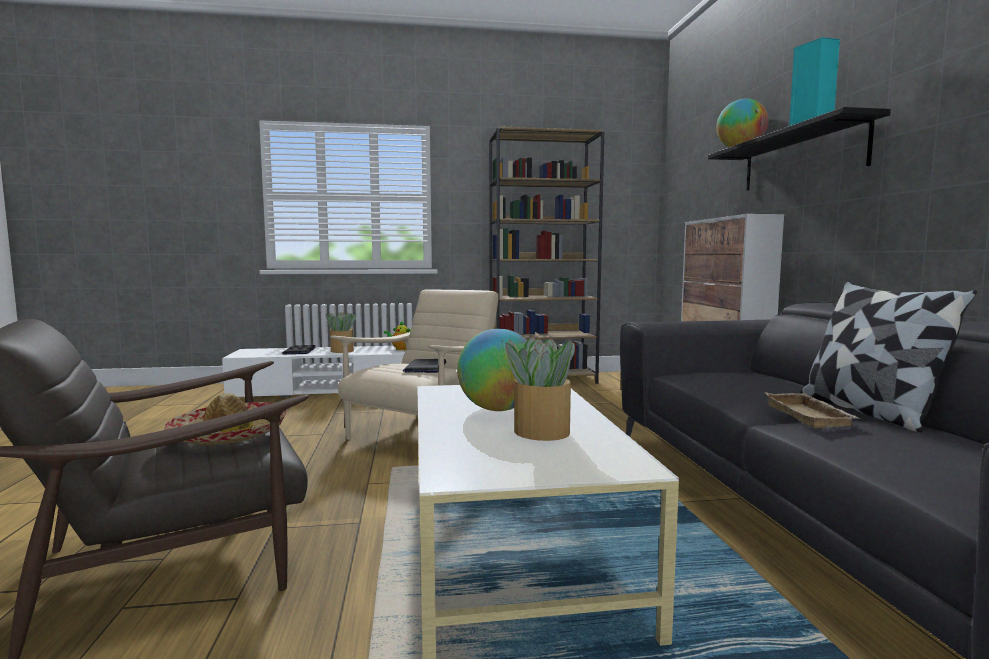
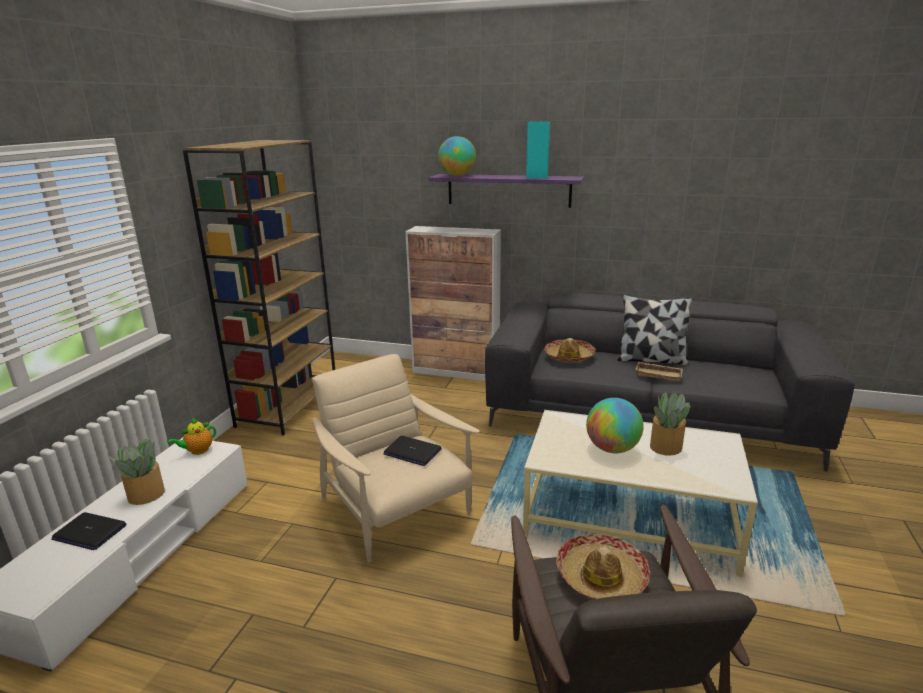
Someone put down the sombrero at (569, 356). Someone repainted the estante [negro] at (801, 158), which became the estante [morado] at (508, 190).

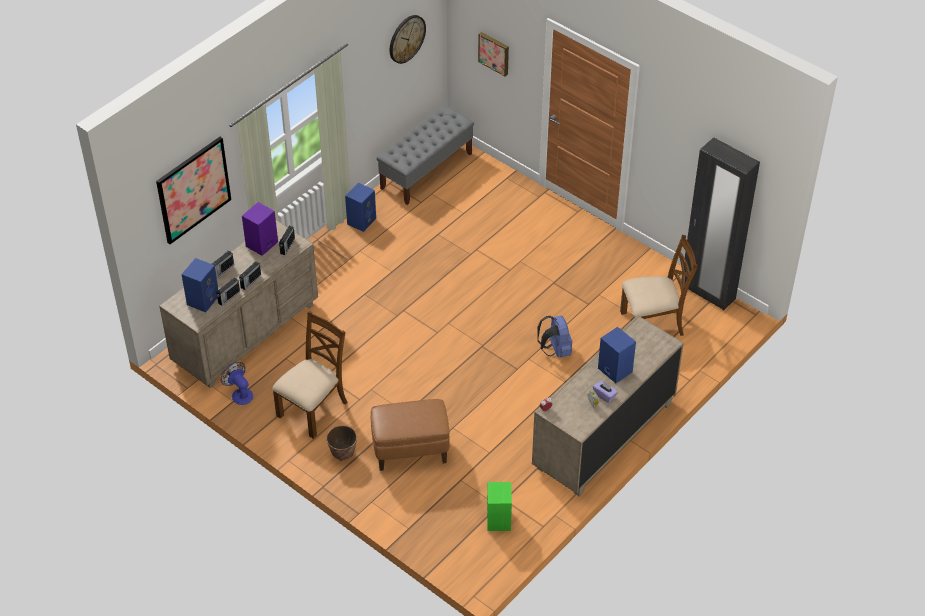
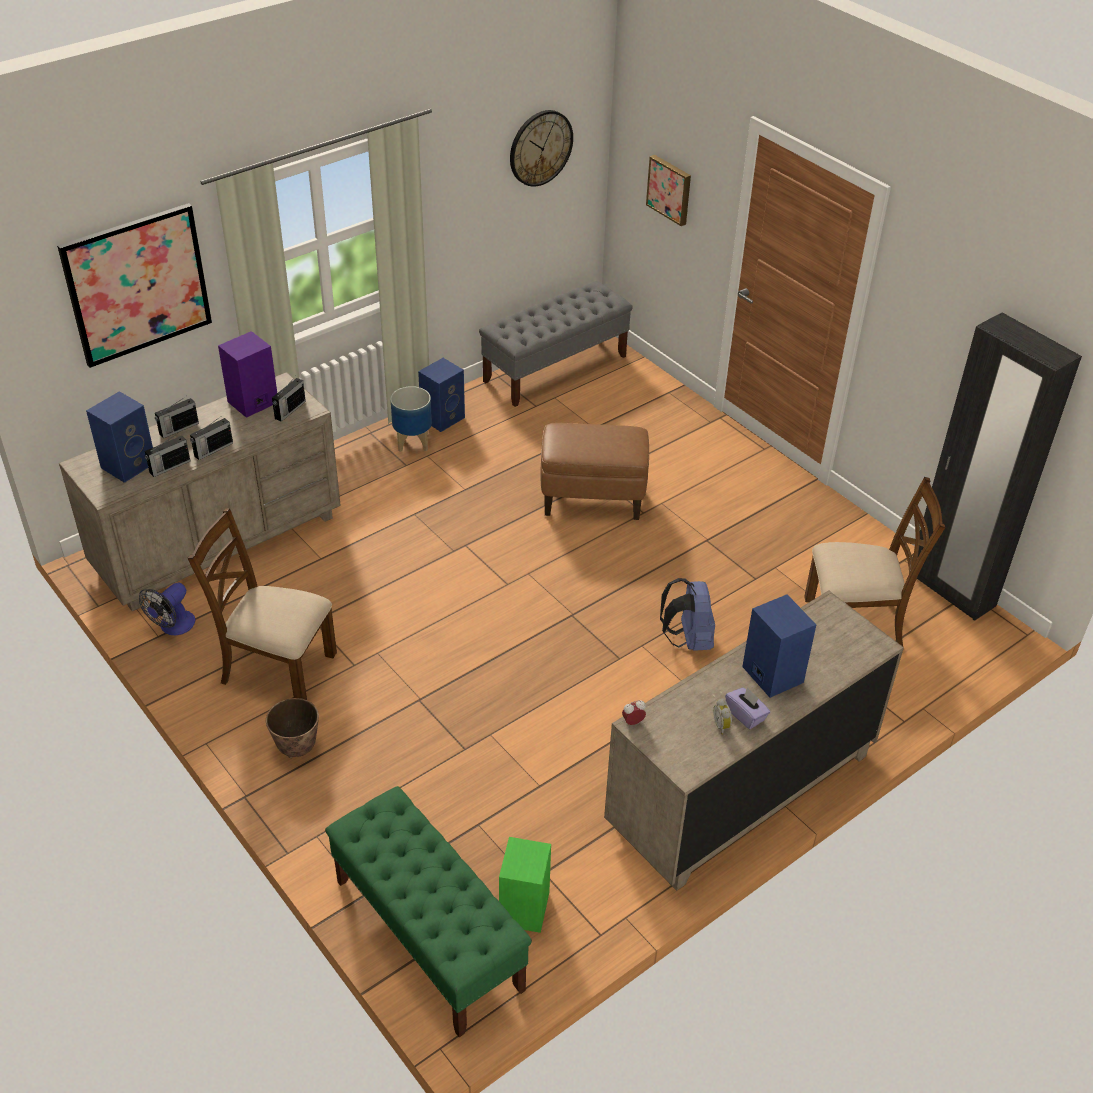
Someone put down the banco [verde] at (428, 934). Someone put down the maceta at (413, 442). Someone carried the puf [marrón] from (411, 451) to (593, 500). Someone rotated the ventilador at (240, 394) by 120 degrees counterclockwise. Someone rotated the silla [marrón] at (313, 409) by 120 degrees counterclockwise.

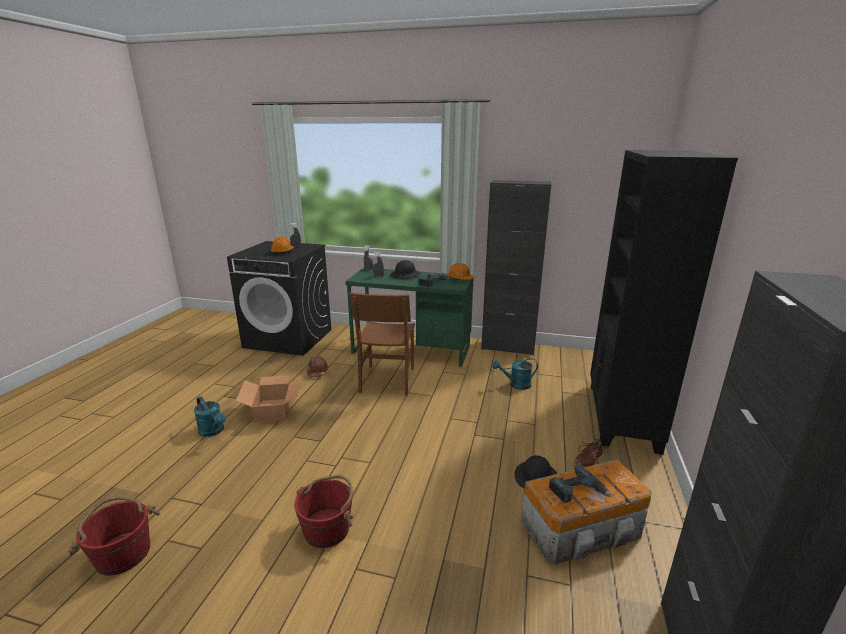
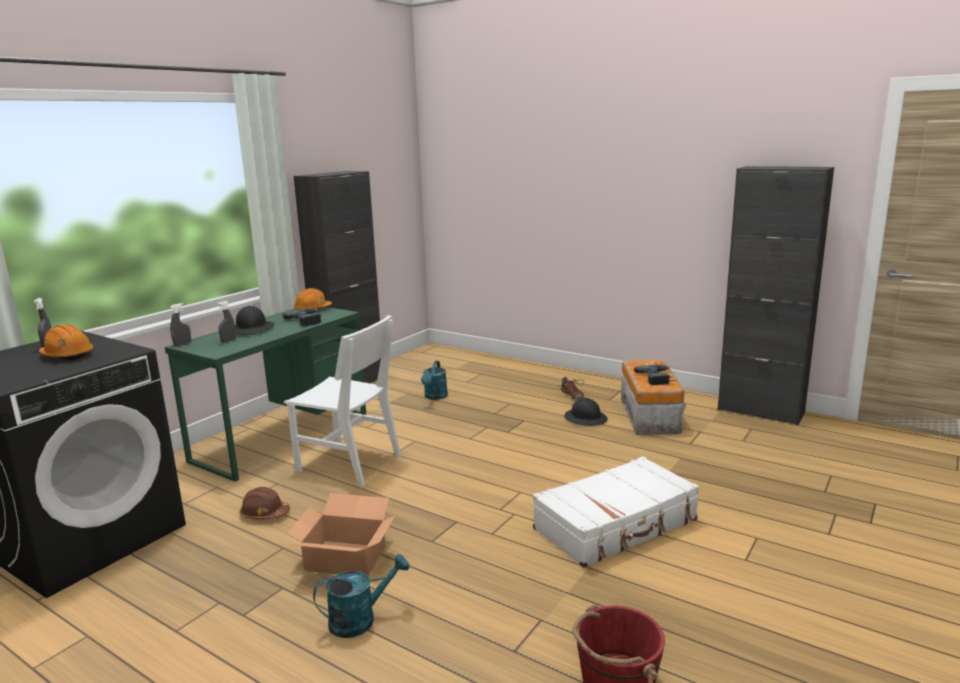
Someone took away the estantería [negro] at (621, 416). Someone swapped the cubo [rojo] at (327, 529) for the maleta [blanco] at (616, 525). Someone repainted the silla [marrón] at (387, 380), which became the silla [blanco] at (348, 463).

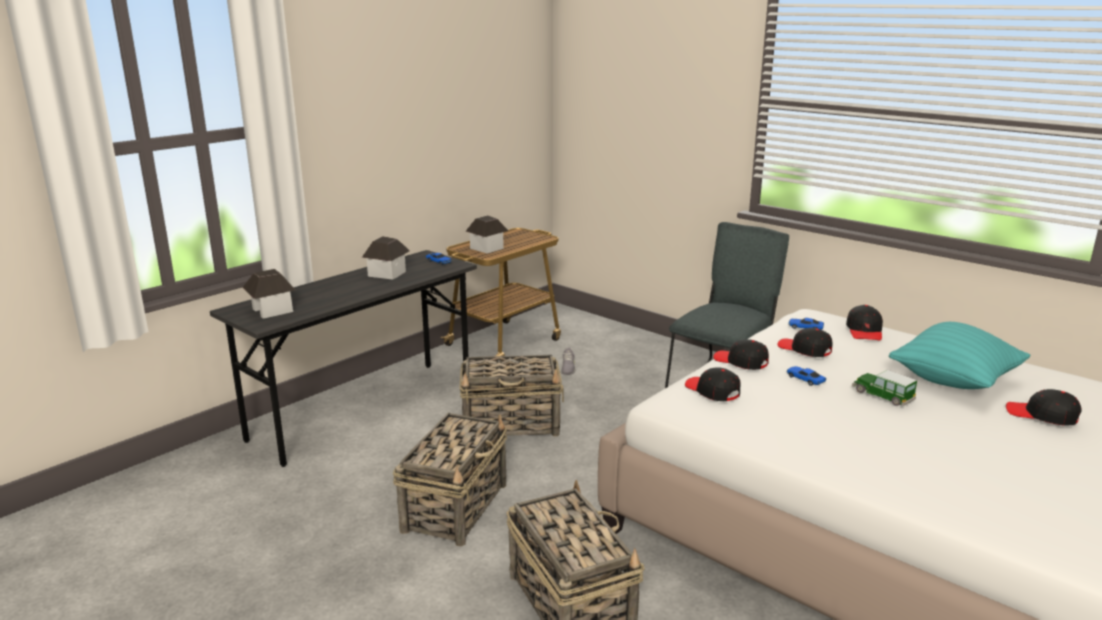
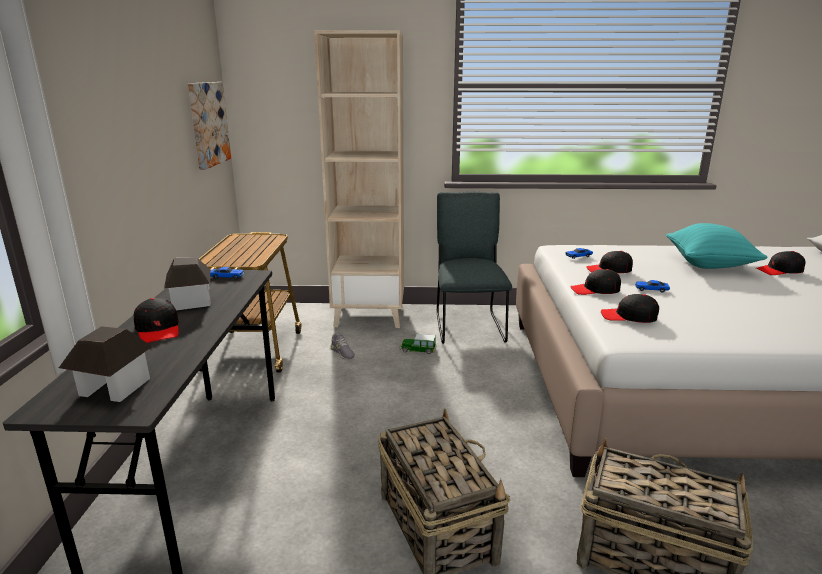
Someone took away the cesta at (512, 424). Someone took away the casita at (487, 248). Someone put up the cuadro at (208, 124). Someone put down the estantería [beis] at (370, 316). Someone carried the gorra [negro] from (864, 331) to (158, 329). Someone carried the coche de juguete from (882, 395) to (417, 350).

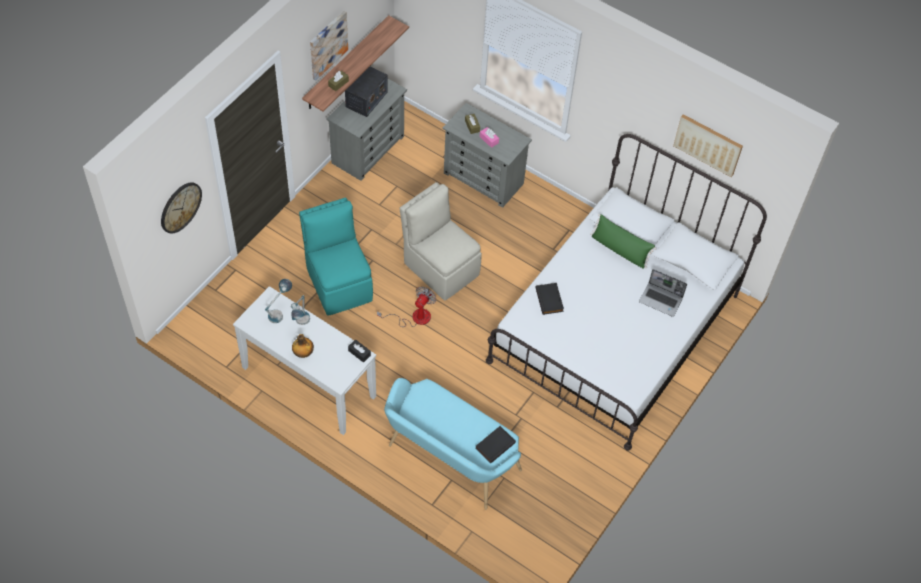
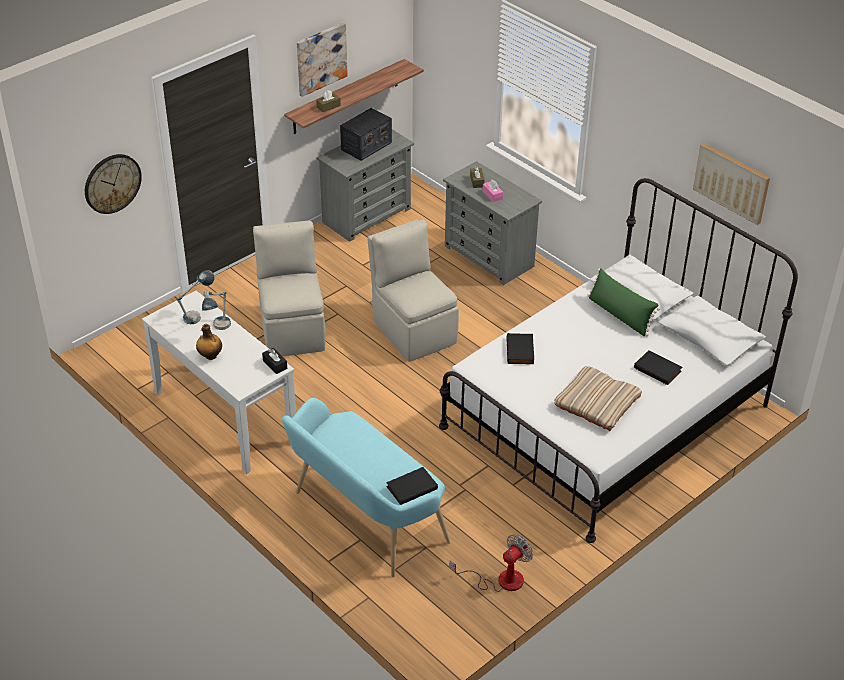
Someone put down the cojín [beis] at (597, 402). Someone carried the ventilador from (414, 317) to (500, 580). Someone swapped the portátil at (661, 300) for the libro [negro] at (658, 369). Someone repainted the silla [turquesa] at (339, 282), which became the silla [beis] at (292, 329).

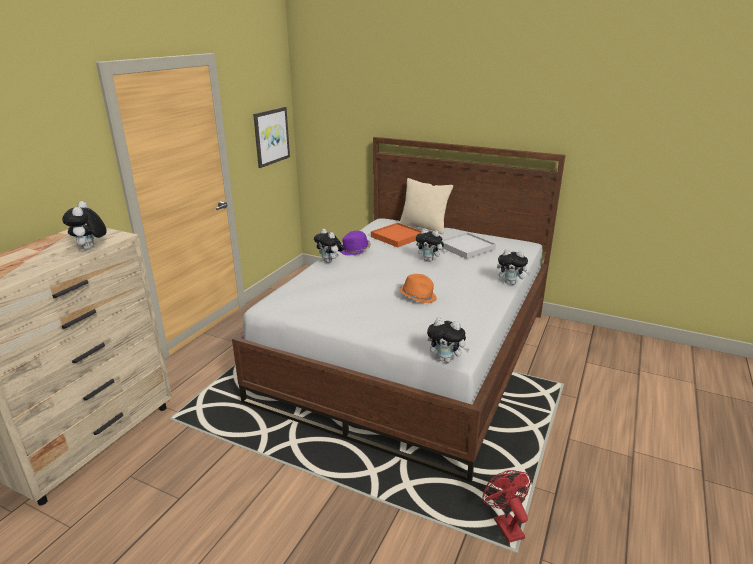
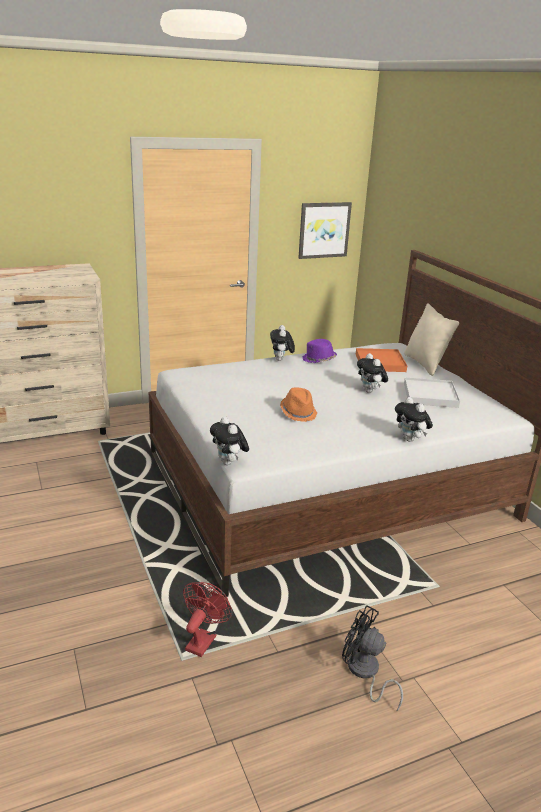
Someone took away the peluche at (90, 249). Someone put down the ventilador [negro] at (365, 673).

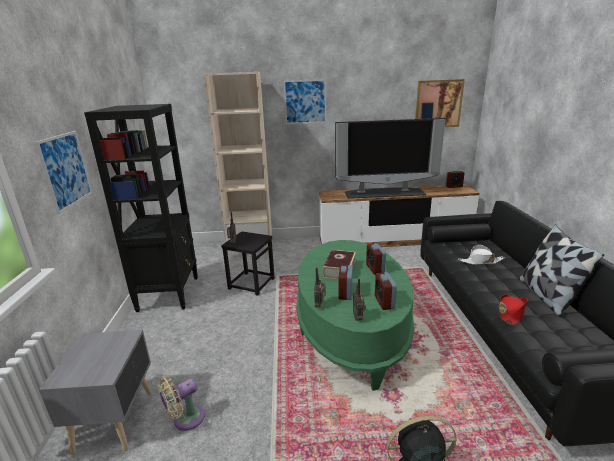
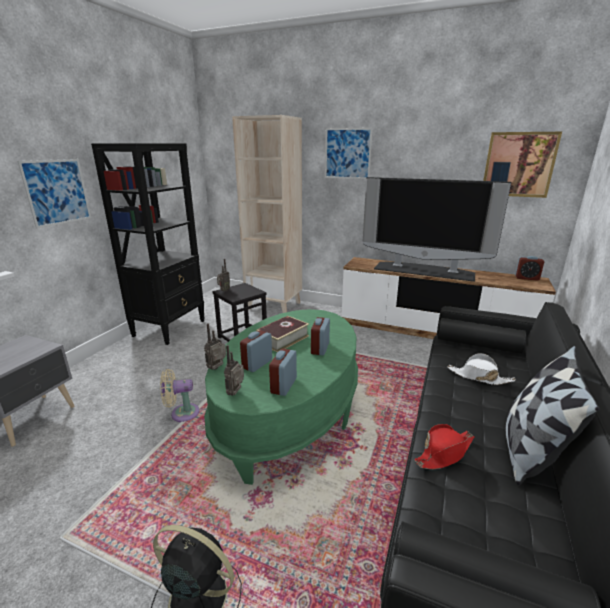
Someone carried the ventilador [beis] from (185, 419) to (182, 413).

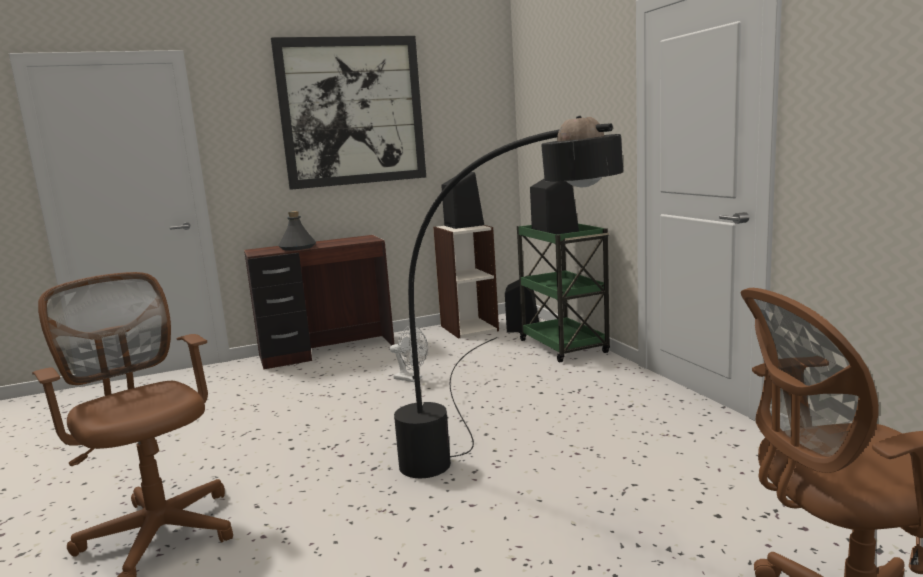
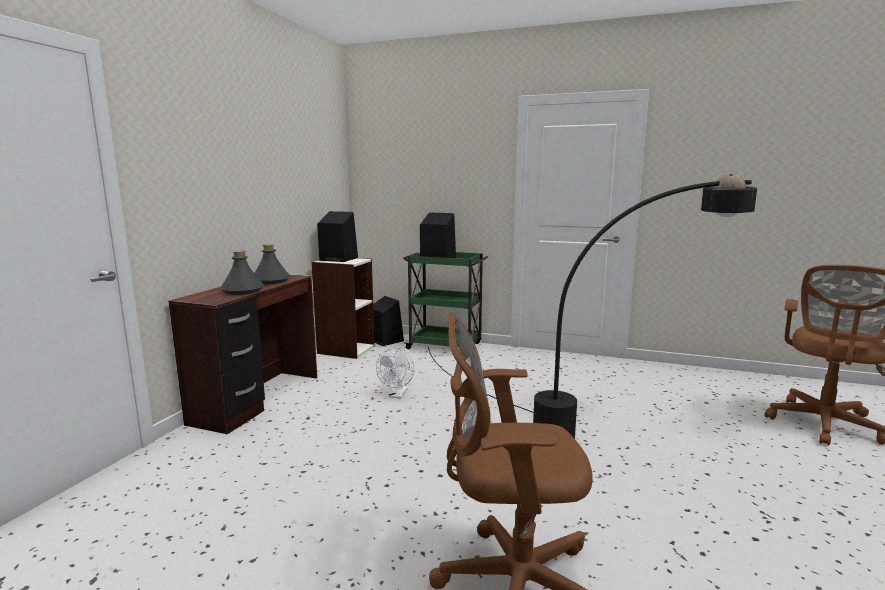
Someone took away the cuadro at (352, 112). Someone put down the botella [gris] at (271, 281). Someone rotated the ventilador [blanco] at (412, 379) by 120 degrees clockwise.

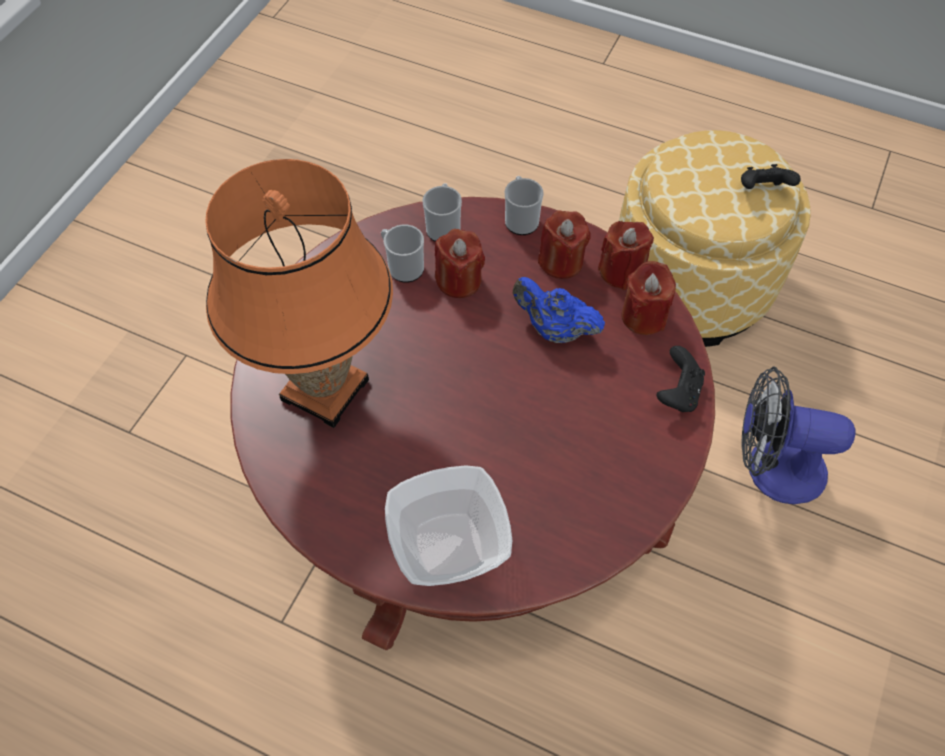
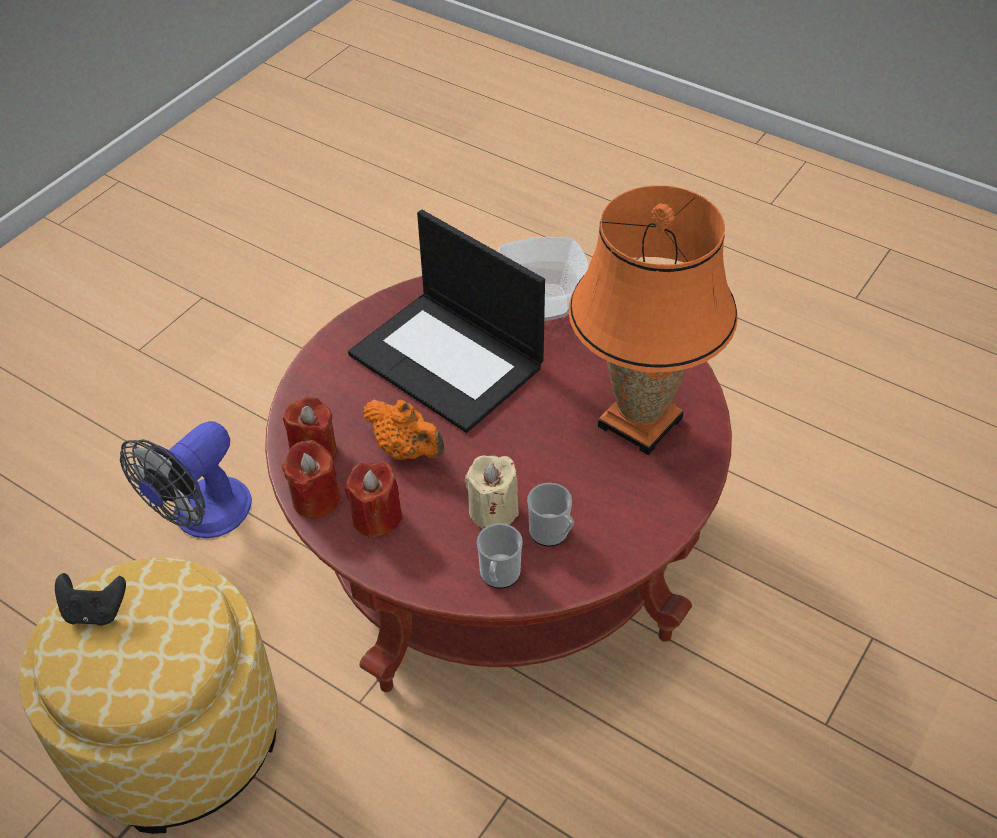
Someone took away the taza grande at (521, 219). Someone took away the mando de consola [negro] at (678, 393). Someone put down the portátil at (449, 360). Someone repainted the vela [rojo] at (459, 280), which became the vela [beis] at (493, 510). Someone repainted the tetera [azul] at (554, 329), which became the tetera [naranja] at (407, 450). Someone rotated the ventilador at (771, 467) by 105 degrees clockwise.

